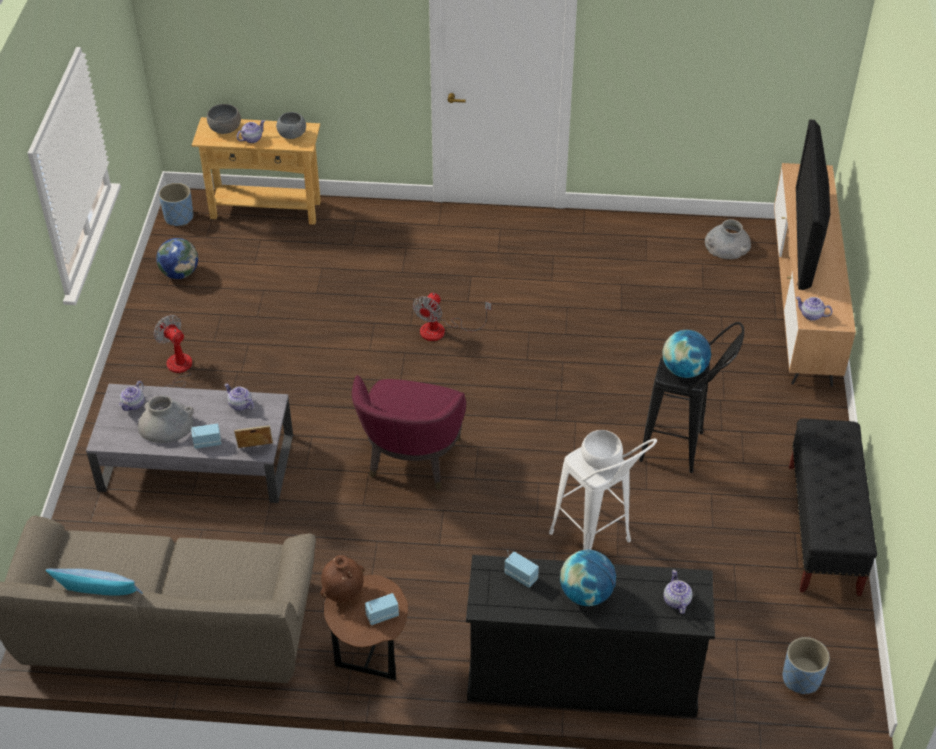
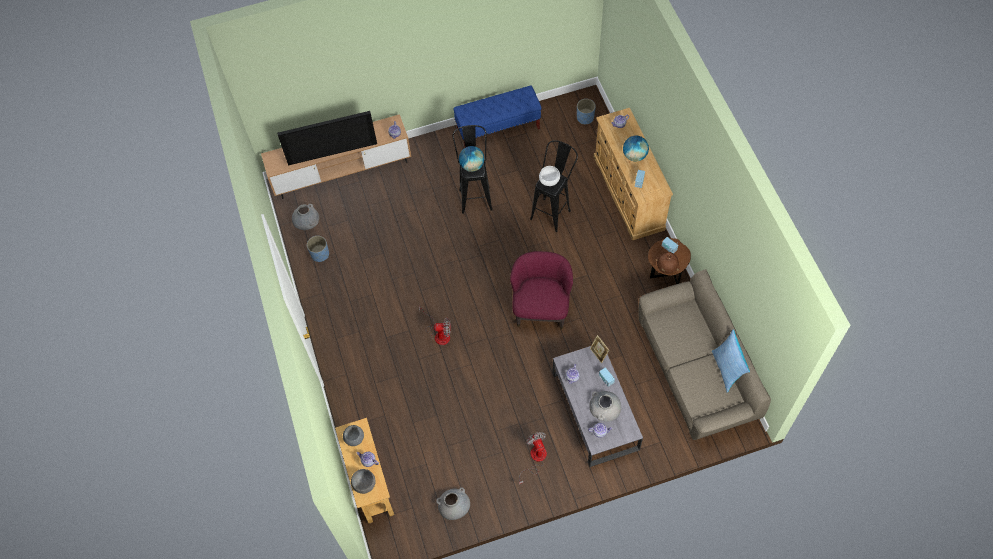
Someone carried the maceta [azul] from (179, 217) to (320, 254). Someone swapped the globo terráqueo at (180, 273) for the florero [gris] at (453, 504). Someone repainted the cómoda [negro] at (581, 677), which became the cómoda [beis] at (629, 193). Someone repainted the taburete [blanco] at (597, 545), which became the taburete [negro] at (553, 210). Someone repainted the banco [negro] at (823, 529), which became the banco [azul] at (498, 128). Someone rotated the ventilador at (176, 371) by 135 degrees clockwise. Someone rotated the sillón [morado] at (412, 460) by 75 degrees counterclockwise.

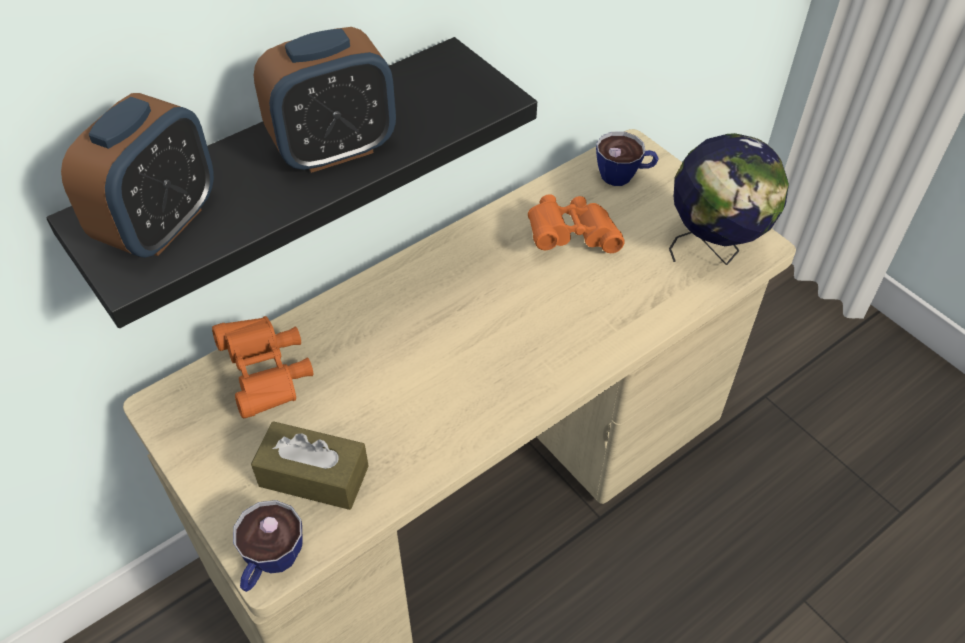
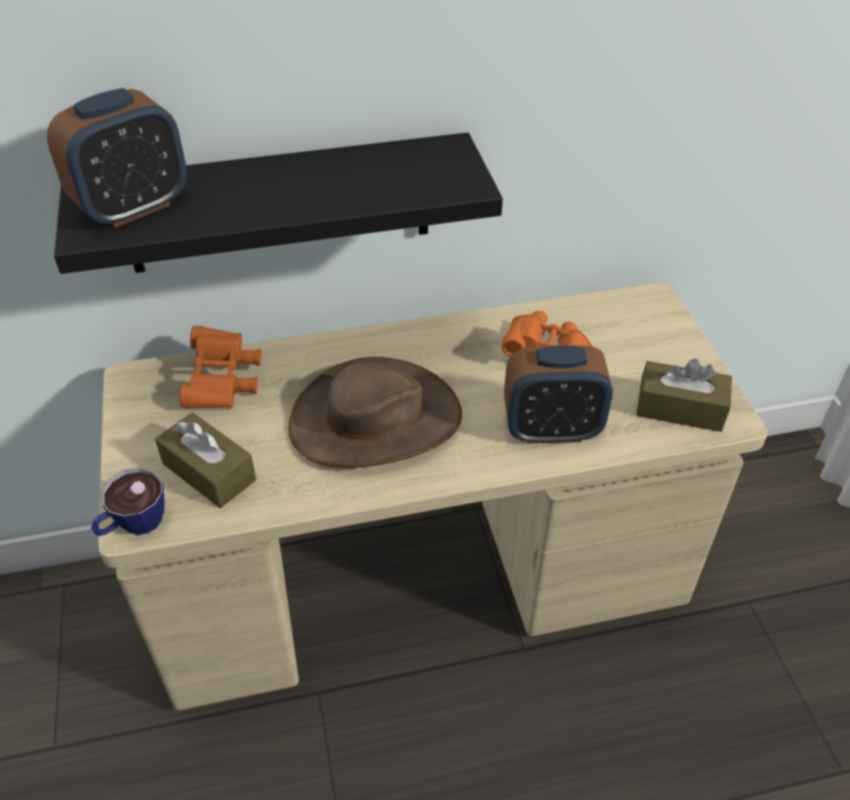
Someone took away the taza at (624, 175). Someone put down the sombrero [marrón] at (375, 420). Someone carried the despertador from (334, 150) to (551, 429). Someone swapped the globo terráqueo at (713, 250) for the caja de pañuelos [marrón] at (680, 408).

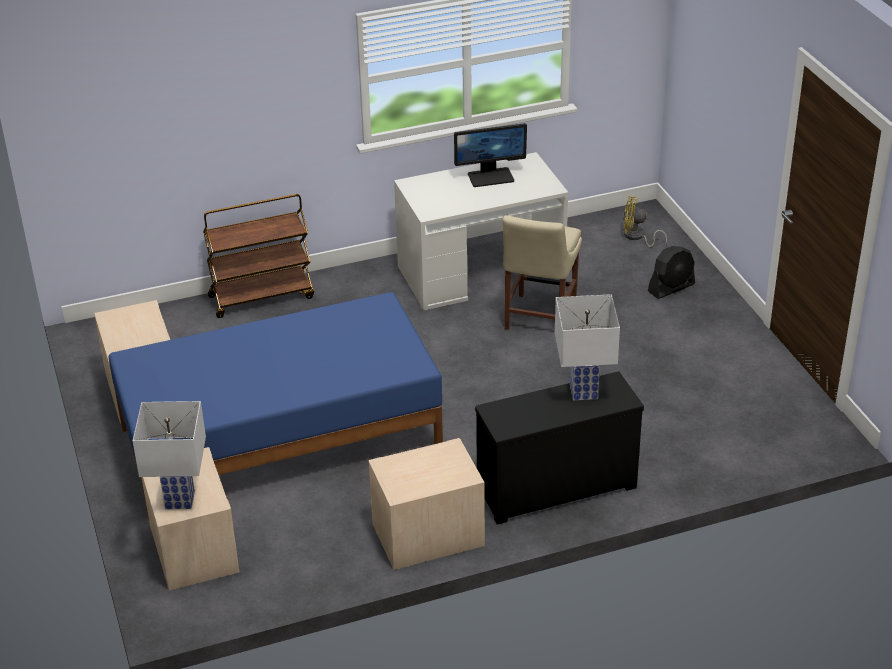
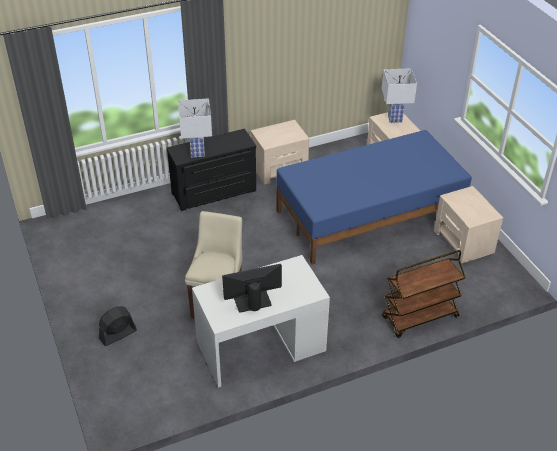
Someone took away the ventilador [amarillo] at (637, 237).

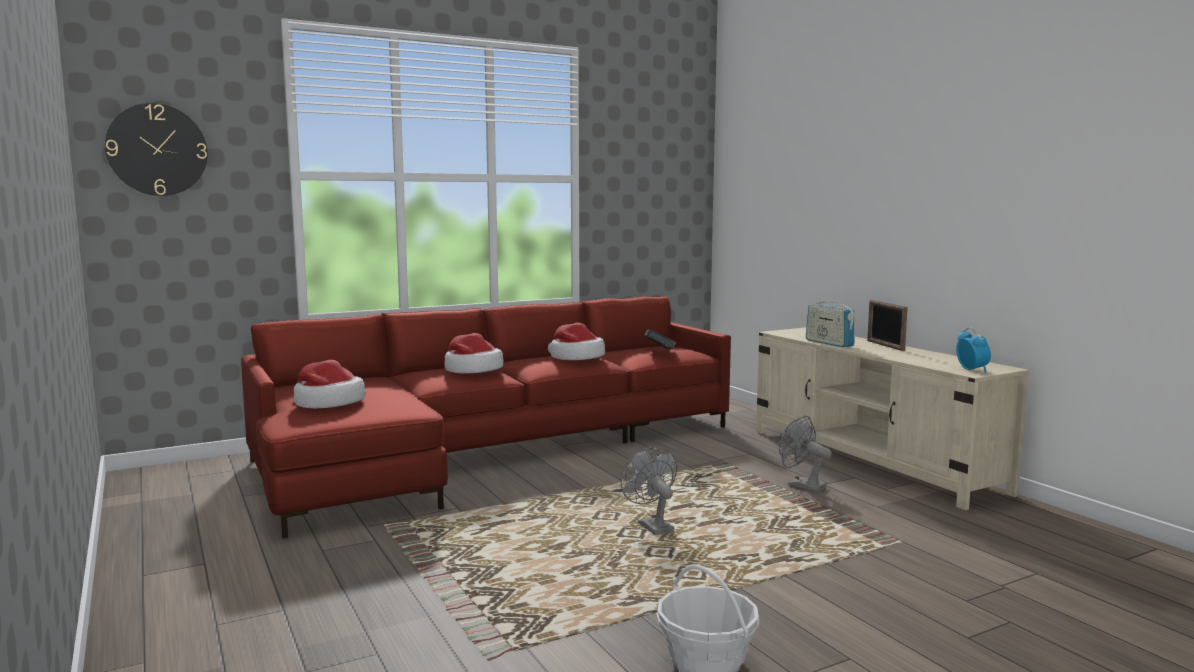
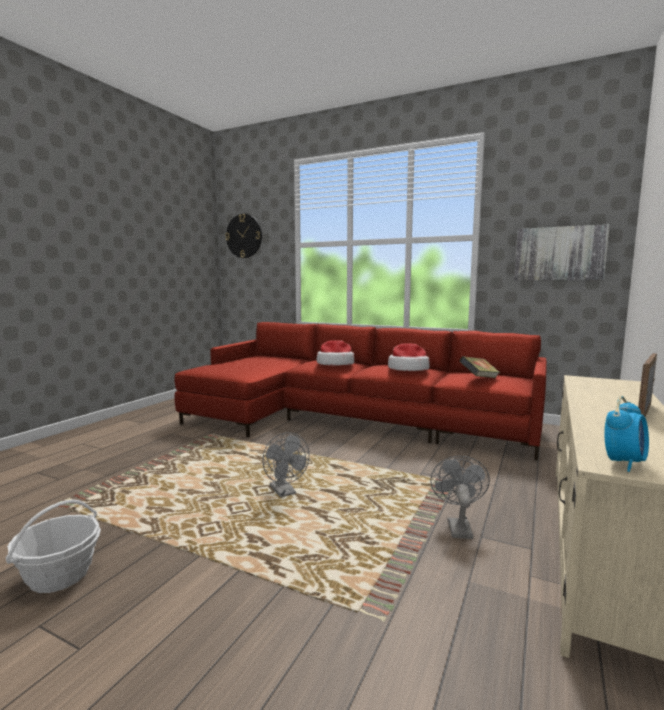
Someone took away the sombrero at (328, 403). Someone took away the radio at (829, 343). Someone put up the cuadro at (559, 253). Someone rotated the ventilador [gris] at (651, 526) by 120 degrees clockwise.

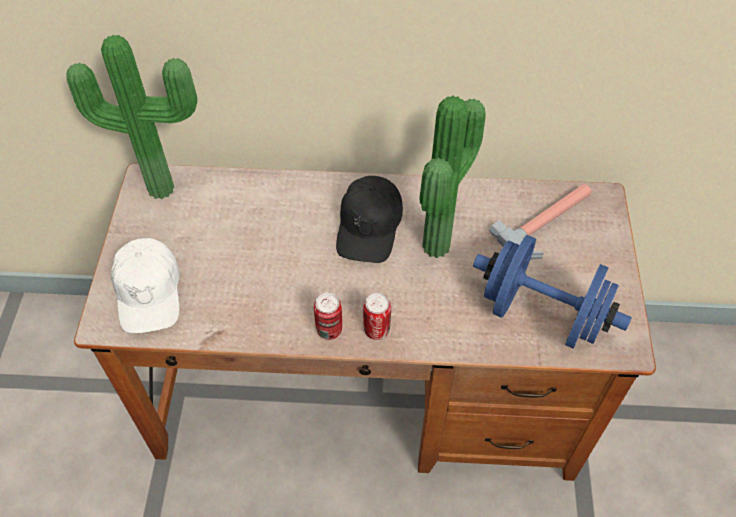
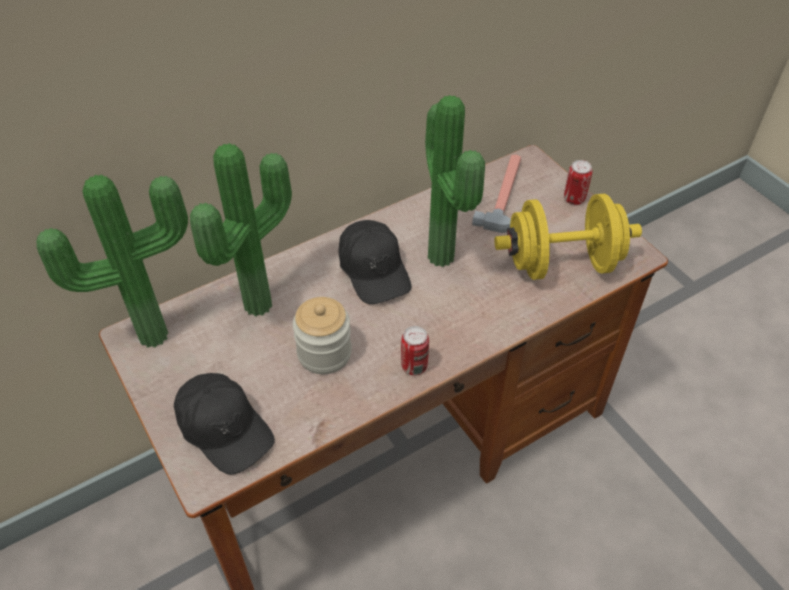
Someone put down the planta en maceta at (263, 307). Someone put down the tarro at (324, 353). Someone carried the lata from (376, 330) to (574, 199). Someone repainted the gorra [blanco] at (149, 292), which became the gorra [negro] at (224, 428). Someone repainted the mancuerna [azul] at (542, 314), which became the mancuerna [amarillo] at (561, 263).

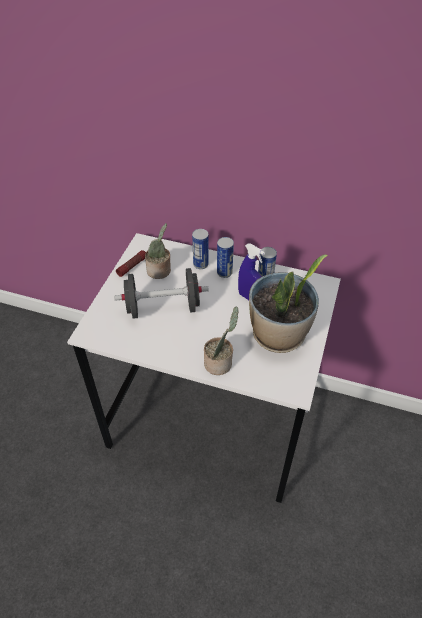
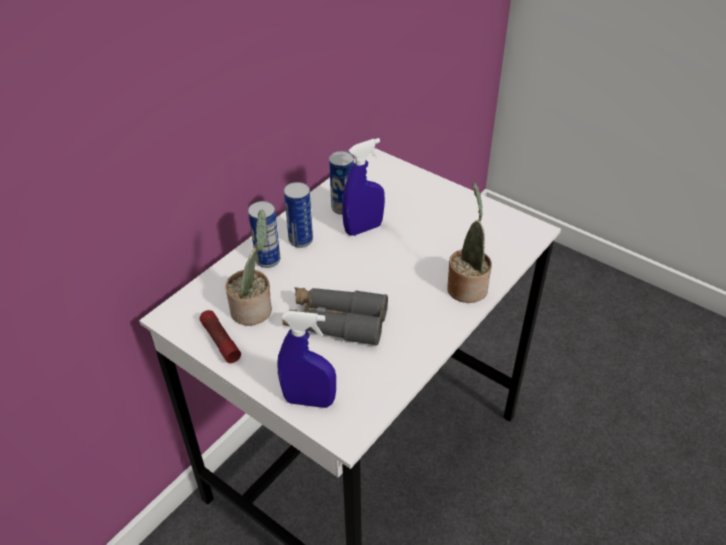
Someone took away the planta en maceta at (278, 335). Someone put down the pulverizador [azul] at (309, 400). Someone swapped the mancuerna [negro] at (163, 307) for the prismáticos [gris] at (335, 322).

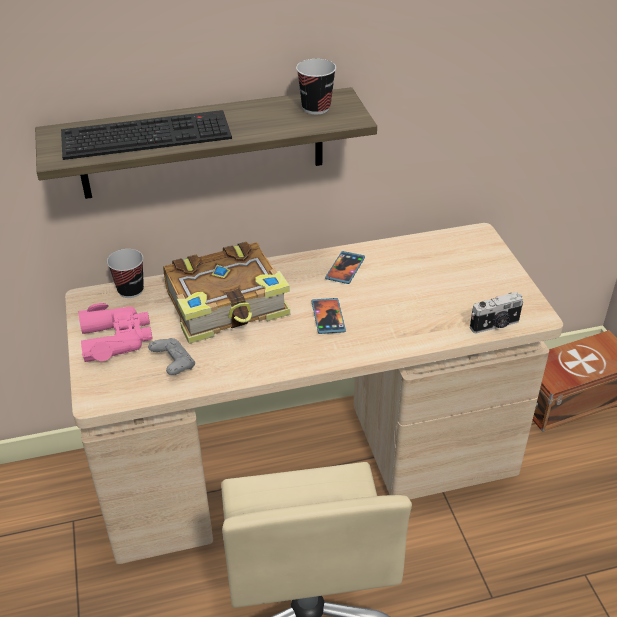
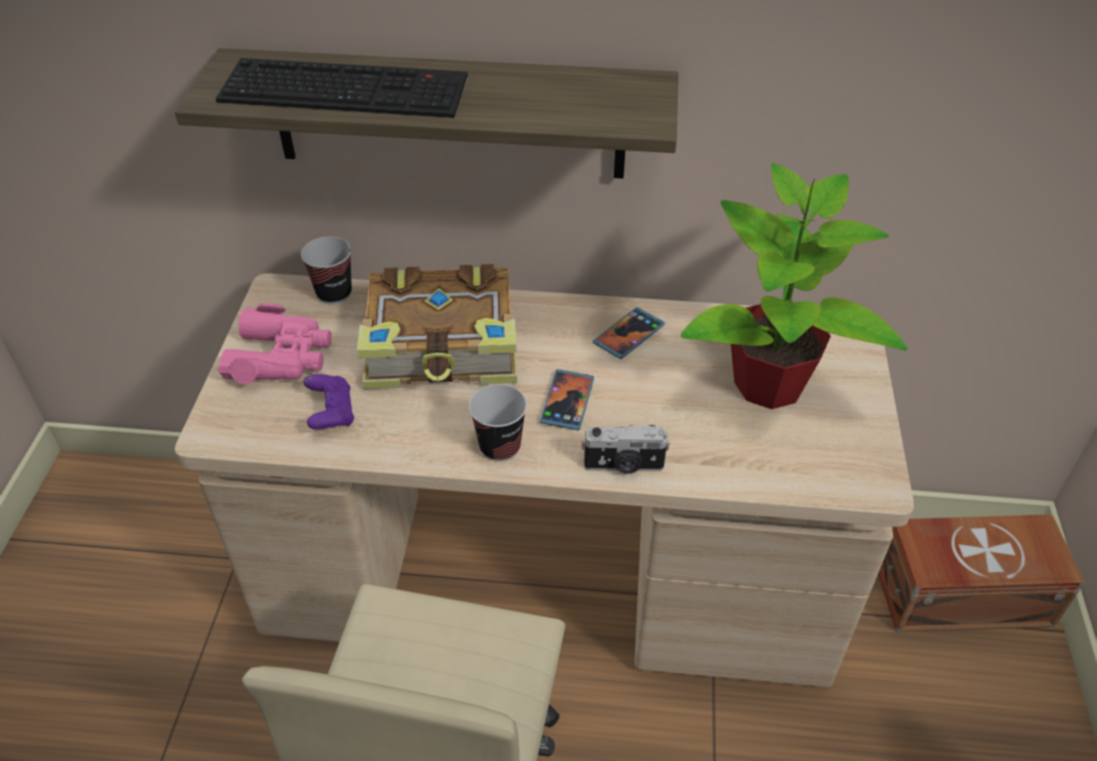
Someone put down the planta en maceta at (768, 386). Someone carried the taza from (316, 108) to (500, 447). Someone carried the cámara from (495, 325) to (624, 466). Someone repainted the mando de consola [gris] at (173, 364), which became the mando de consola [morado] at (331, 413).

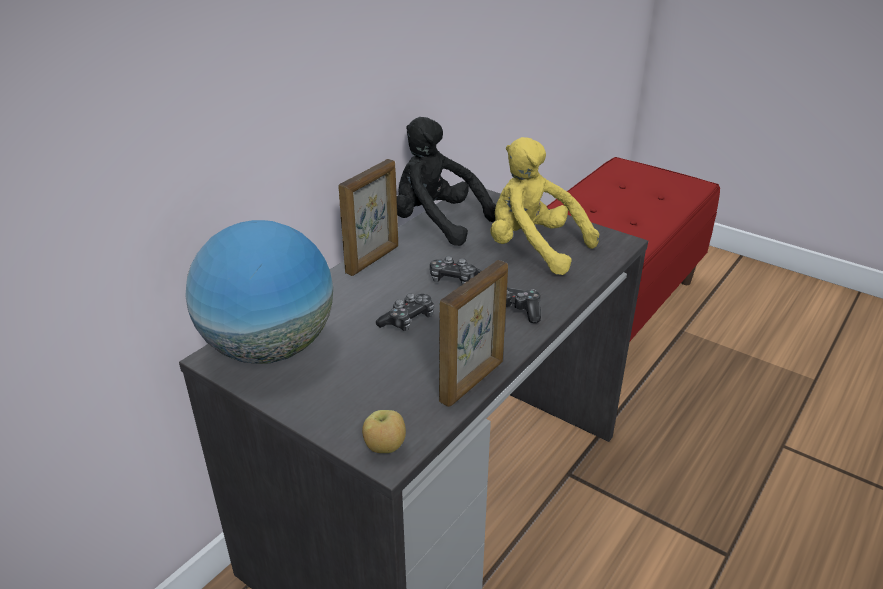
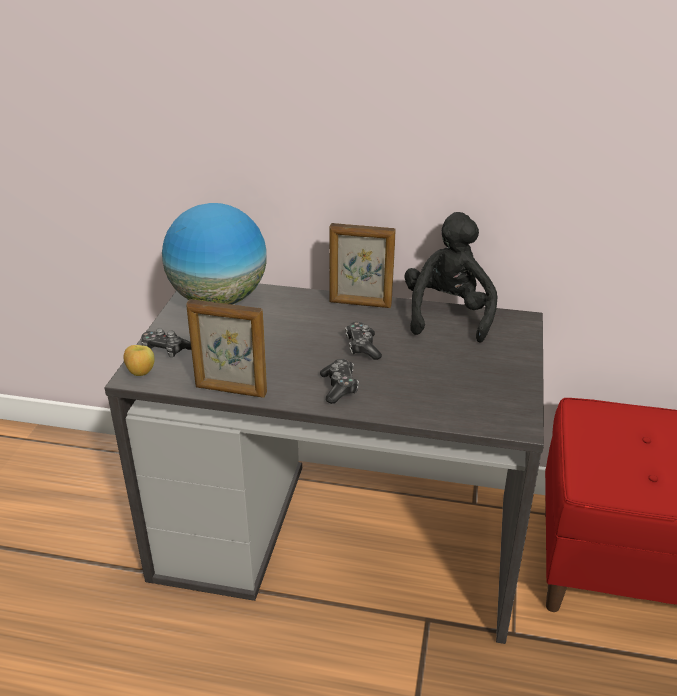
Someone took away the peluche [amarillo] at (533, 248). Someone carried the mando de consola from (408, 320) to (165, 350).

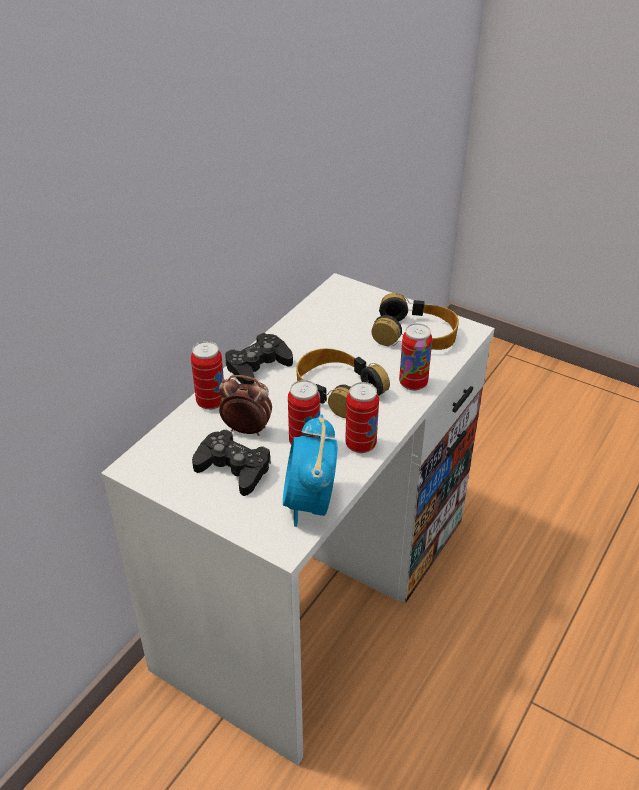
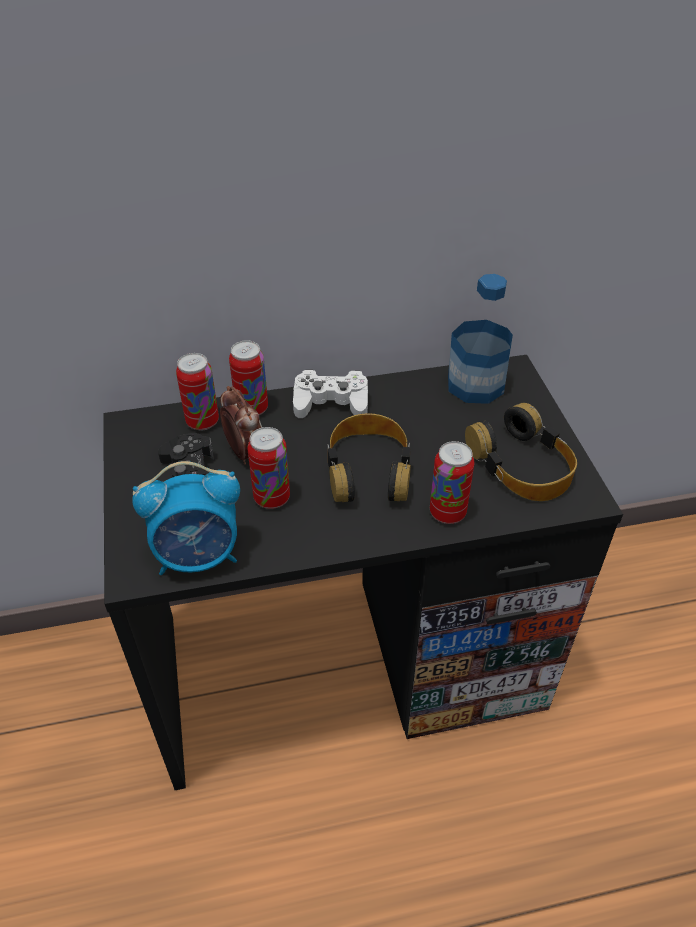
Someone put down the botella at (475, 385). Someone carried the lata from (360, 445) to (202, 422). Someone repainted the escritorio [blanco] at (316, 590), which became the escritorio [negro] at (347, 662). Someone repainted the mando de consola [negro] at (258, 367), which became the mando de consola [blanco] at (331, 402). Someone rotated the despertador at (309, 504) by 150 degrees counterclockwise.

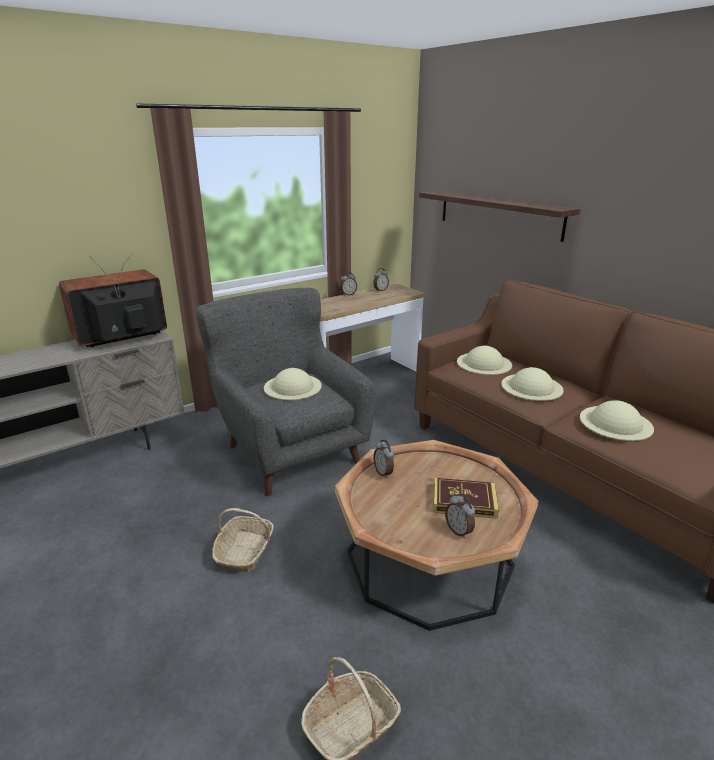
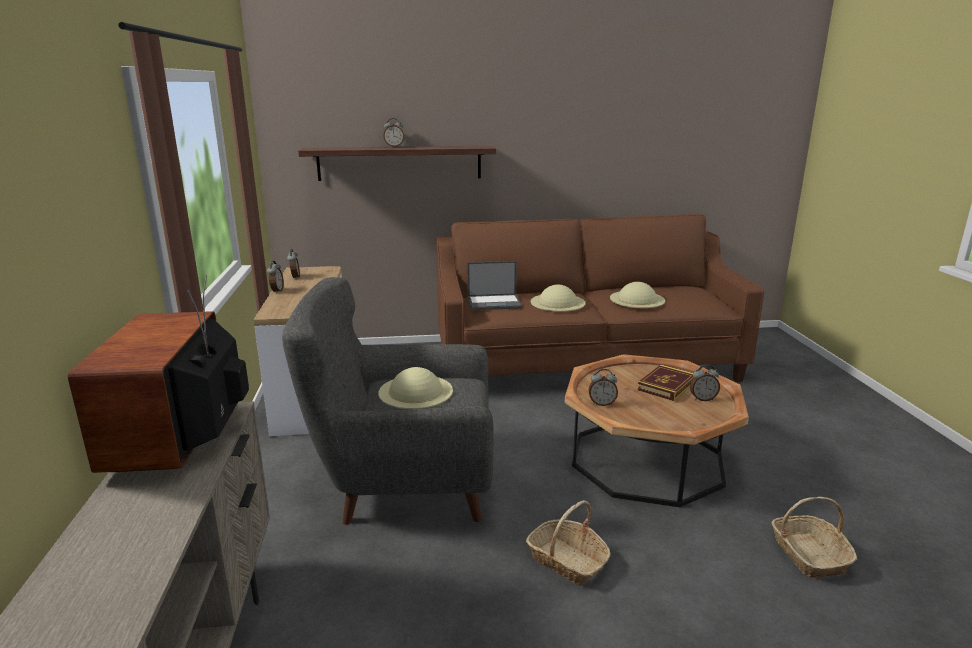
Someone put down the despertador at (394, 146). Someone swapped the sombrero [beis] at (484, 363) for the portátil at (495, 302).

